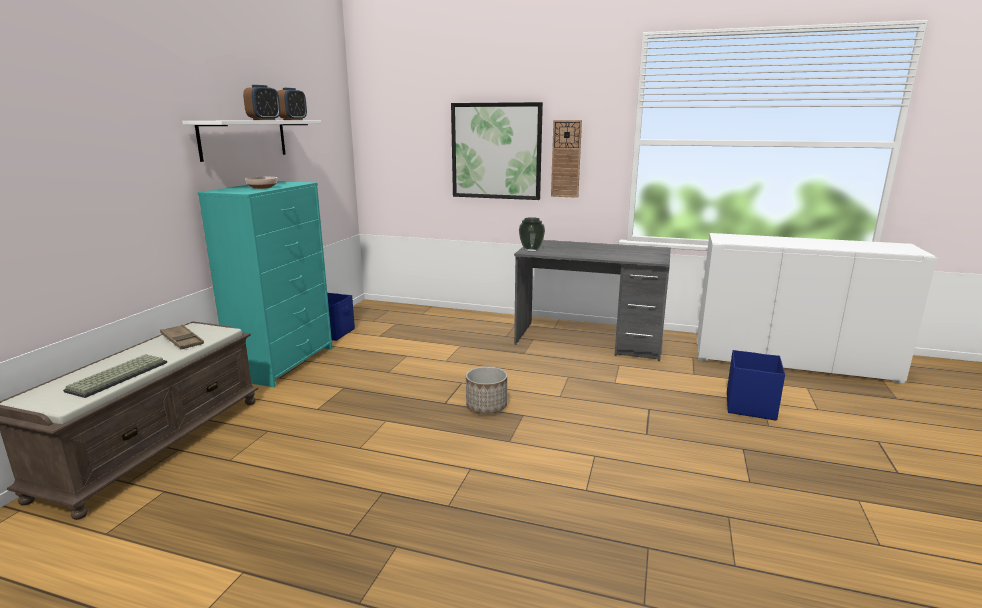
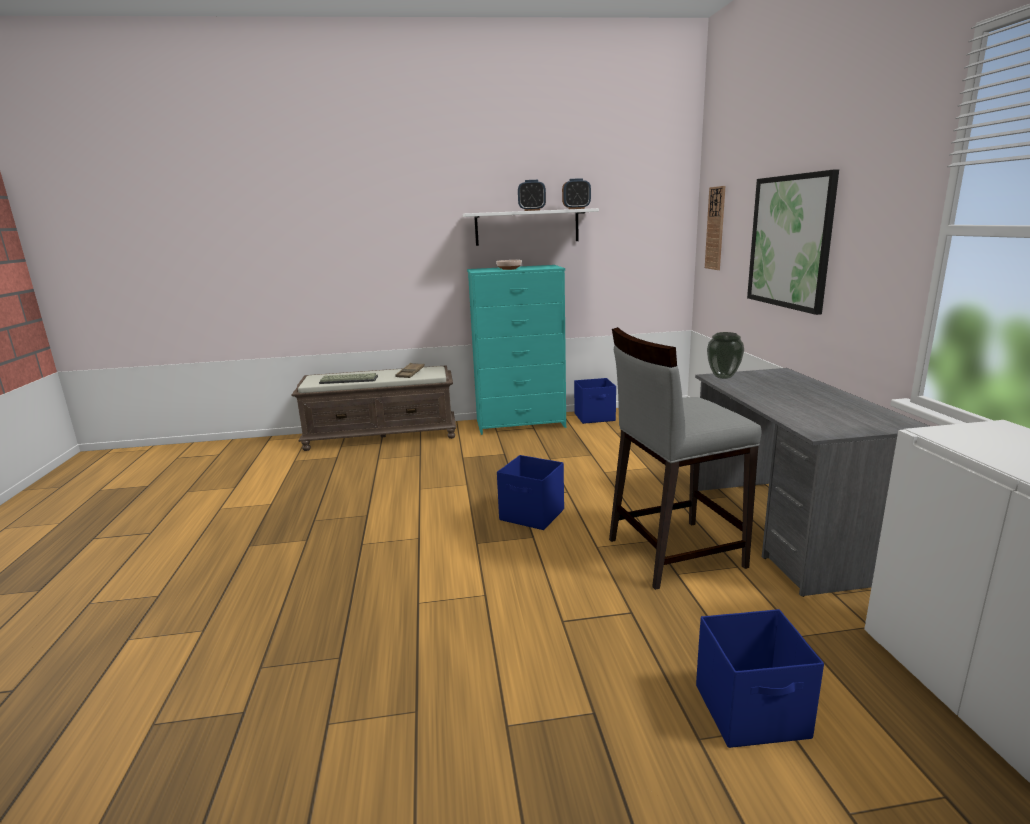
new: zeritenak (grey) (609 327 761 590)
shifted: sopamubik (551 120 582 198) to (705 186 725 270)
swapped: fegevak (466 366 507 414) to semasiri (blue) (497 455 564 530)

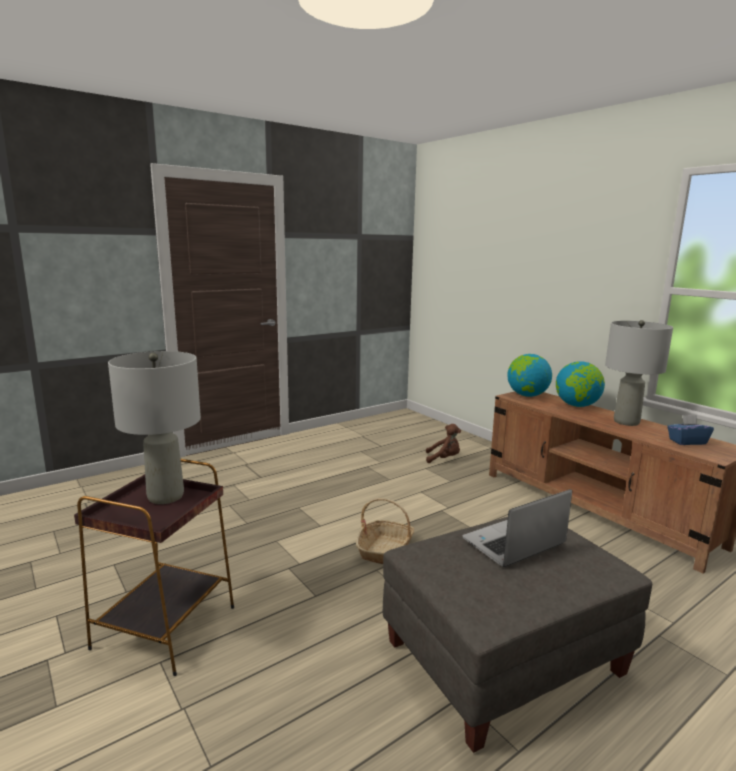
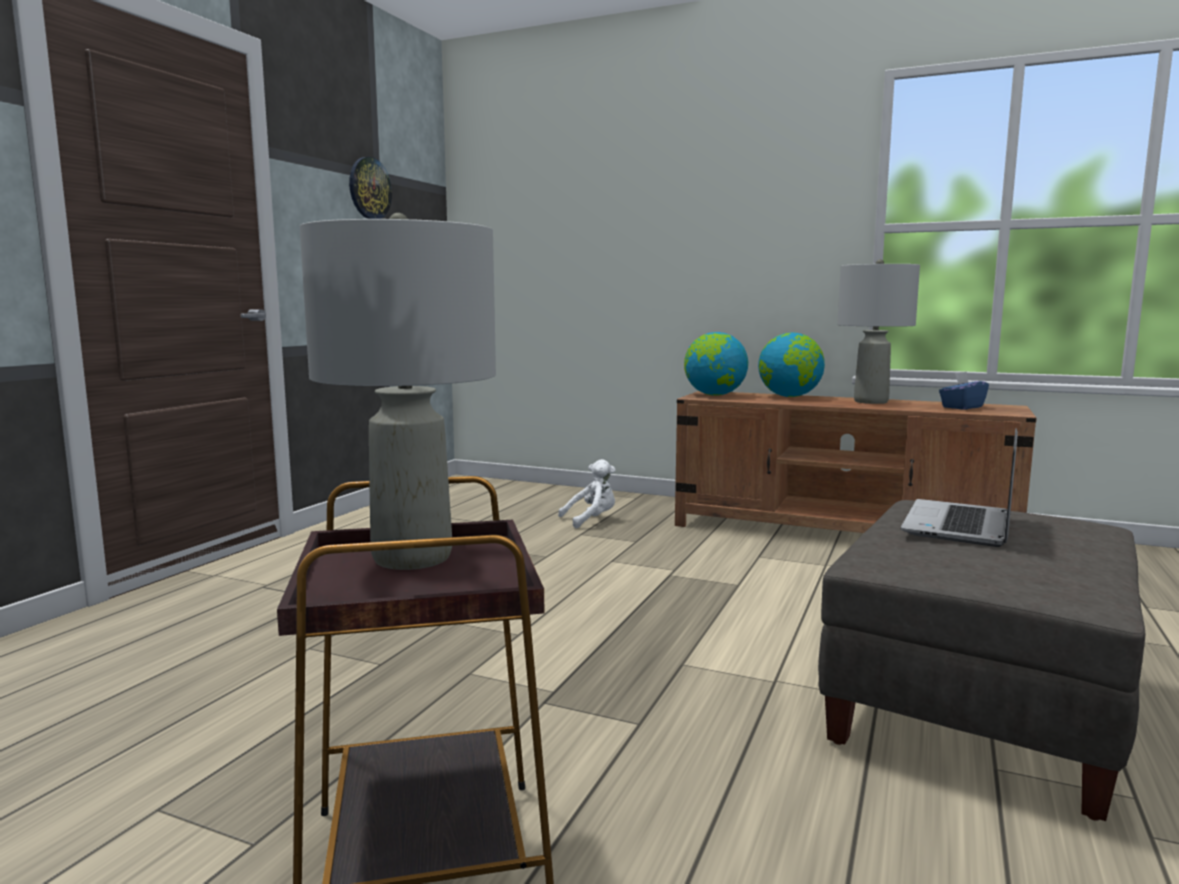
gone: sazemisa (356 498 414 564)
new: sopamubik (349 157 392 219)
repainted: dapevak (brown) (426 424 461 463) to dapevak (white) (558 459 615 528)

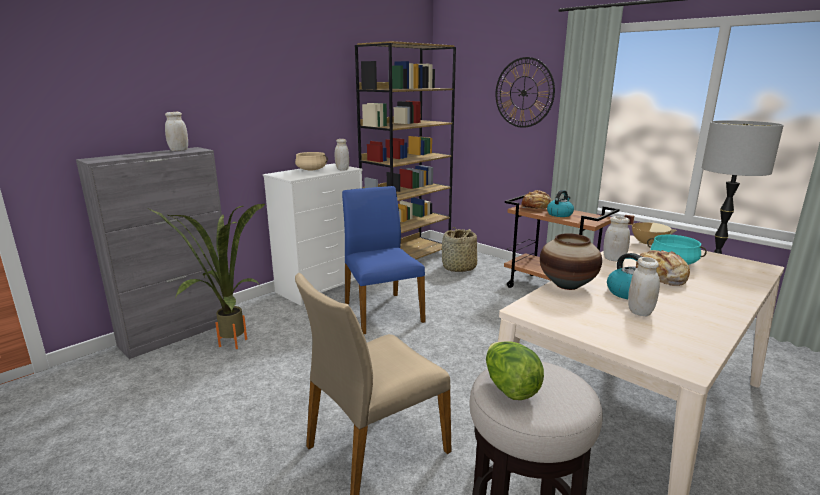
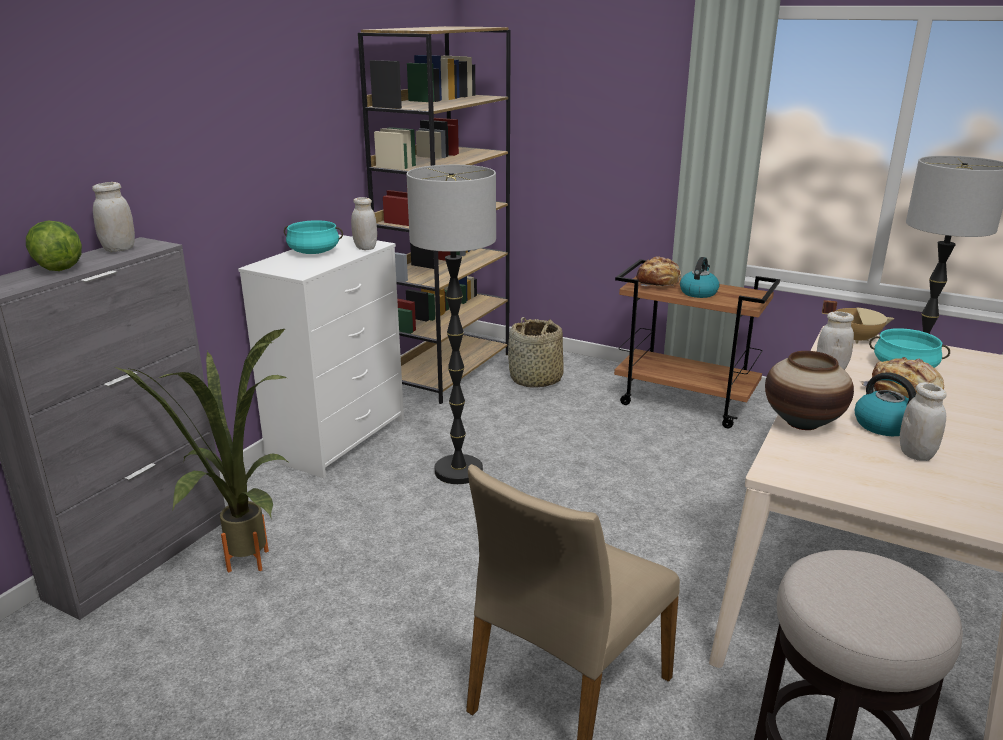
gone: sopamubik (495 57 555 128)
shifted: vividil (486 342 544 400) to (26 221 82 271)
swapped: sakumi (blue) (342 186 426 334) to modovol (407 165 496 484)
repainted: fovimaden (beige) (295 152 328 170) to fovimaden (turquoise) (284 220 343 254)

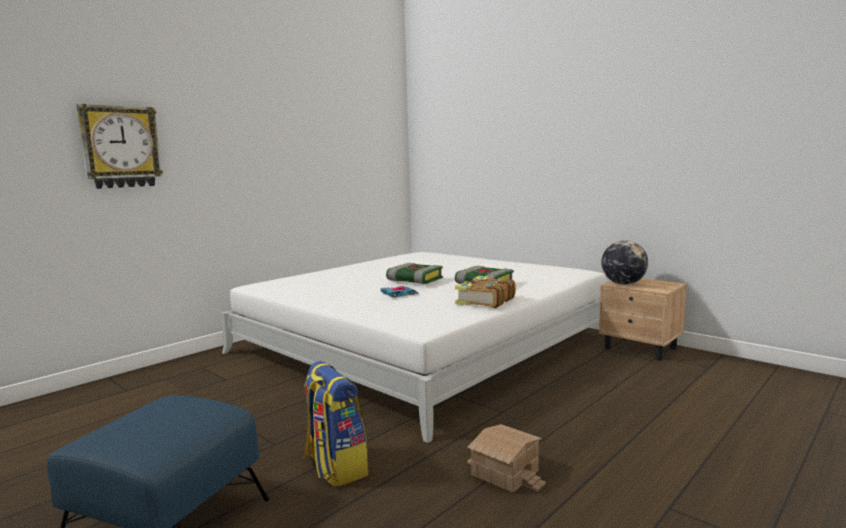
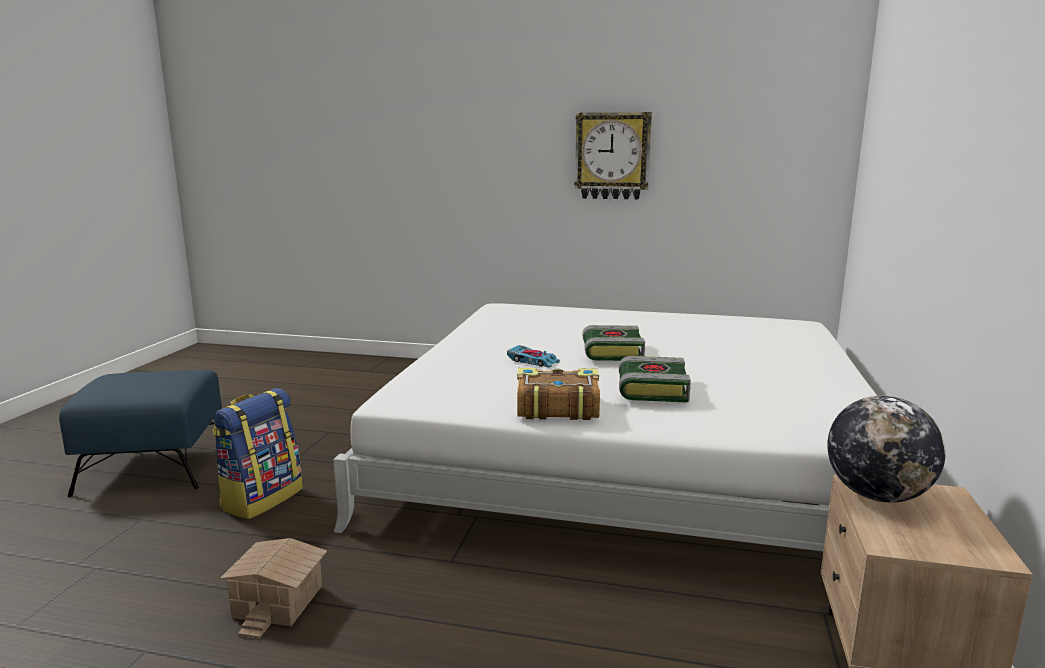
shifted: sopamubik (77 104 163 189) to (574 112 652 200)

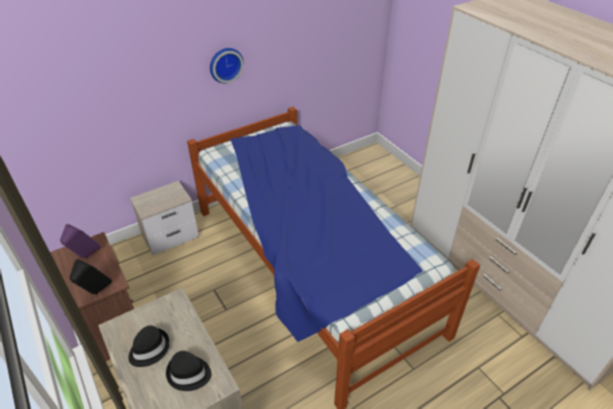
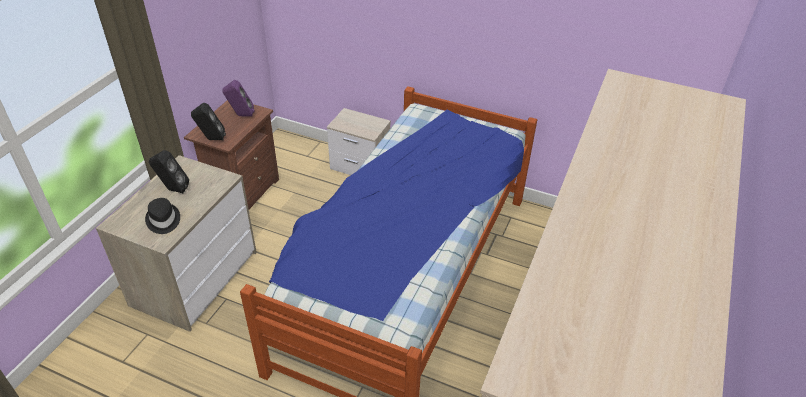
gone: sopamubik (210 48 244 83)
swapped: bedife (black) (128 326 170 367) to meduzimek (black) (149 150 189 193)

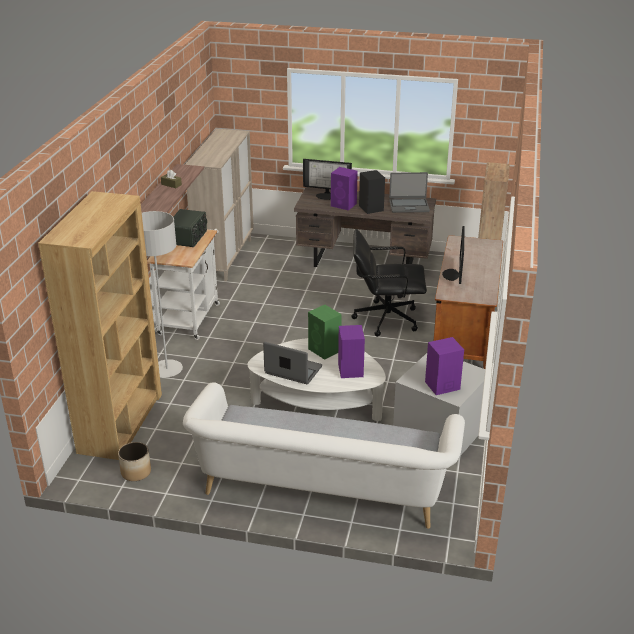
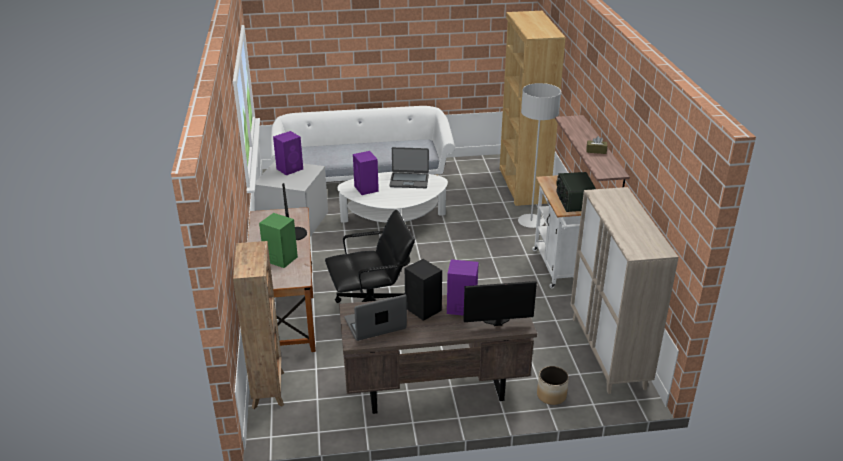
shifted: meduzimek (green) (308 305 342 360) to (259 213 298 268); fegevak (118 442 151 481) to (537 366 569 405)

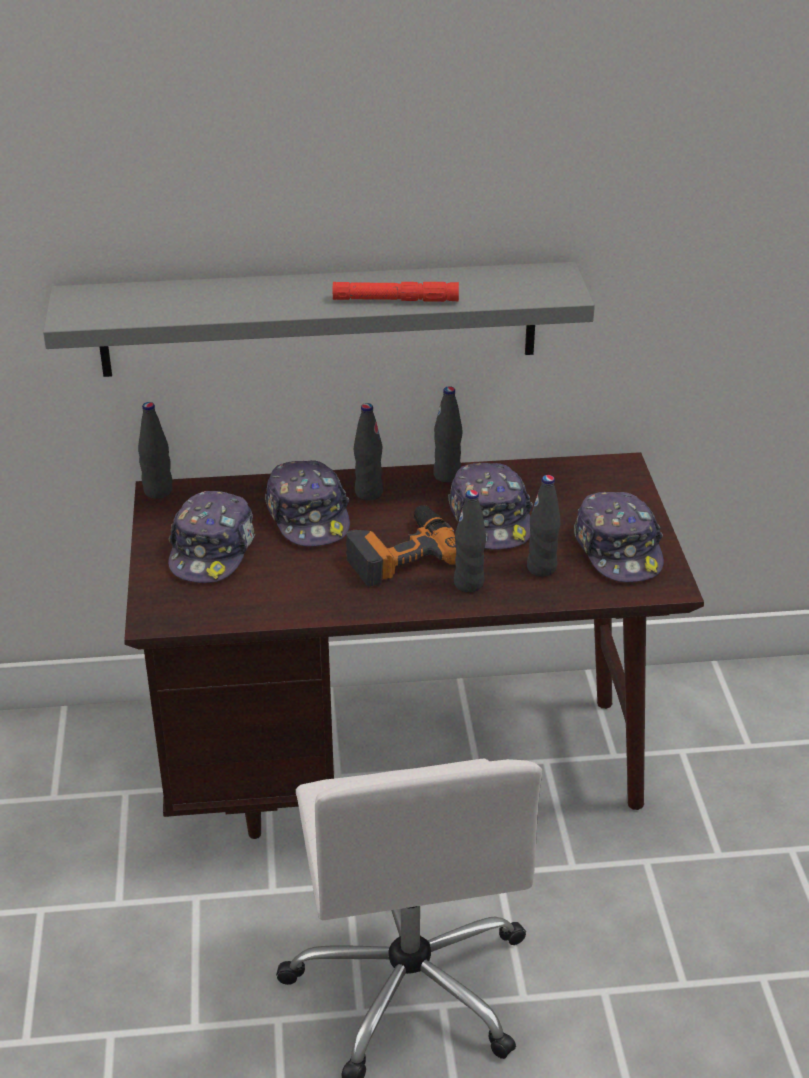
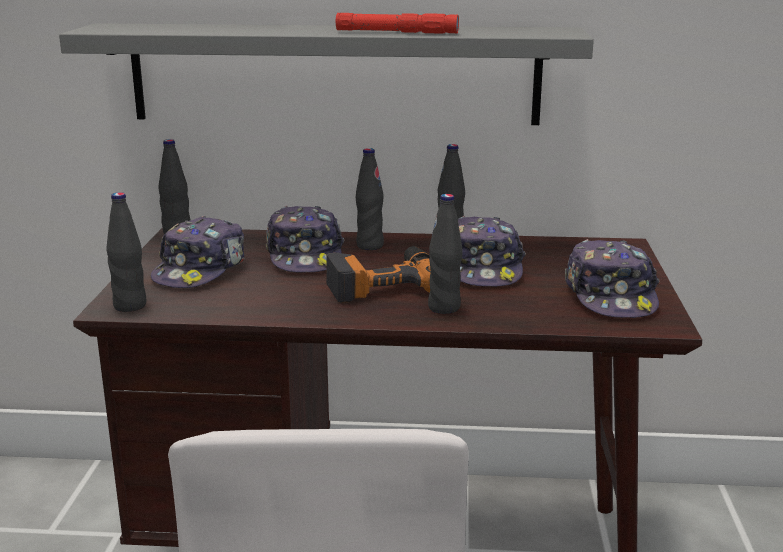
shifted: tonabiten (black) (527 475 561 577) to (106 192 146 312)

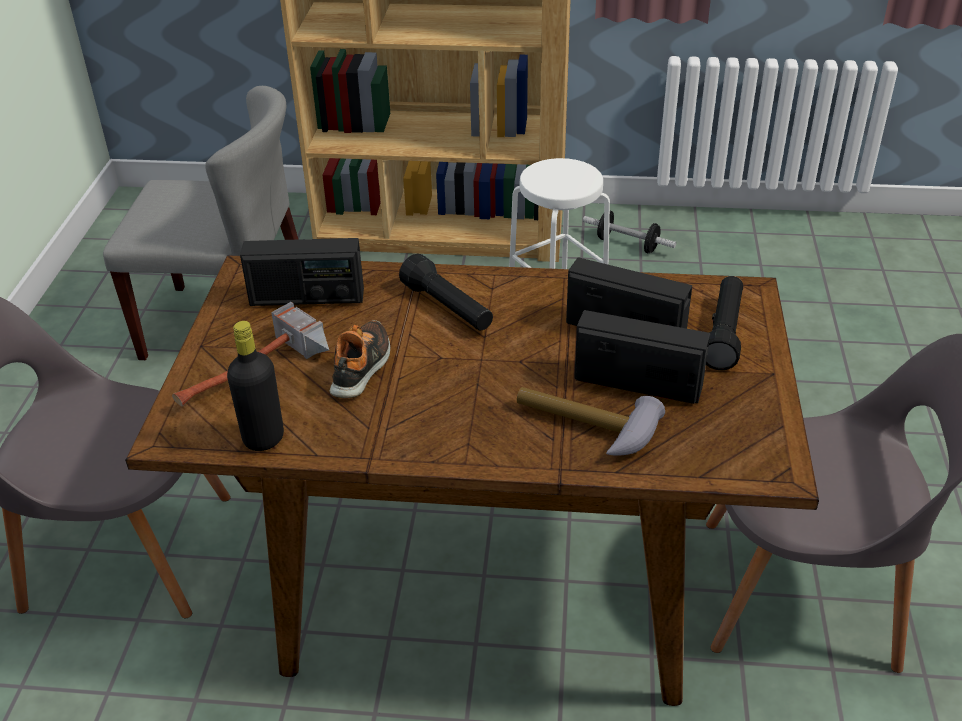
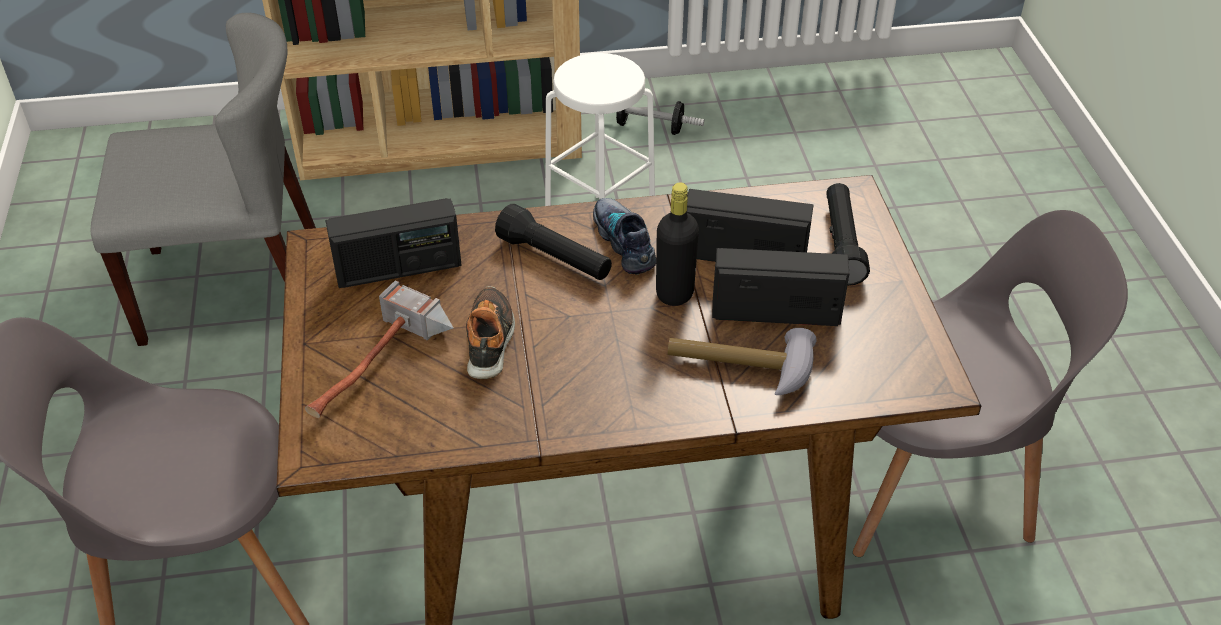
new: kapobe (593 198 656 274)
shifted: tonabiten (black) (227 321 284 451) to (656 183 699 306)

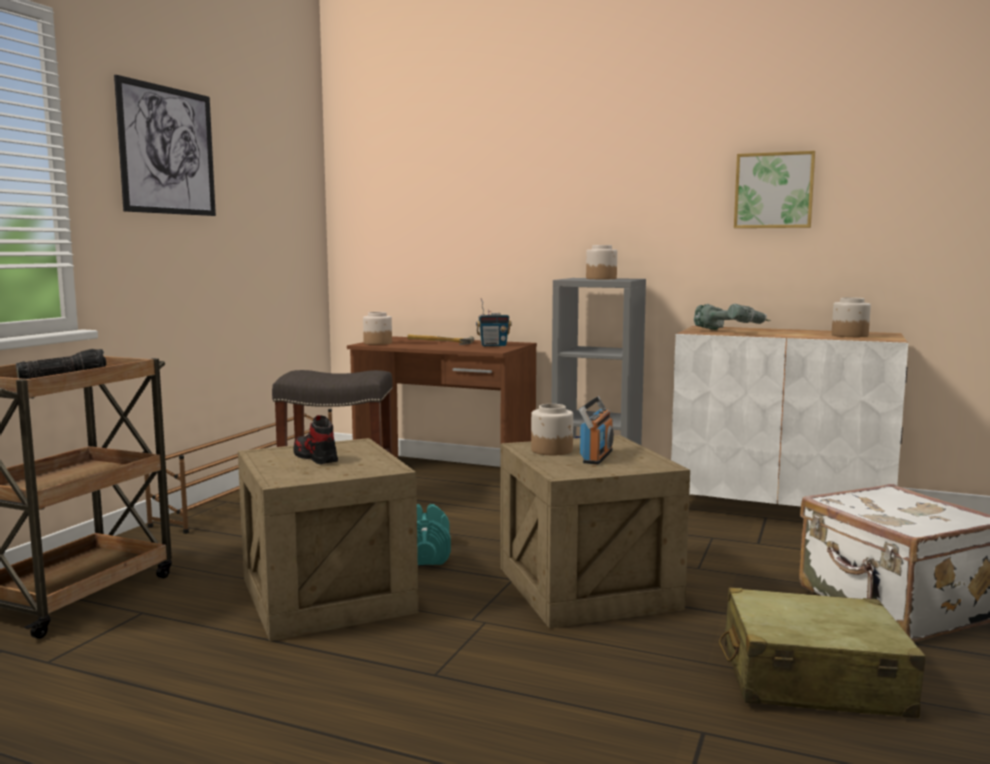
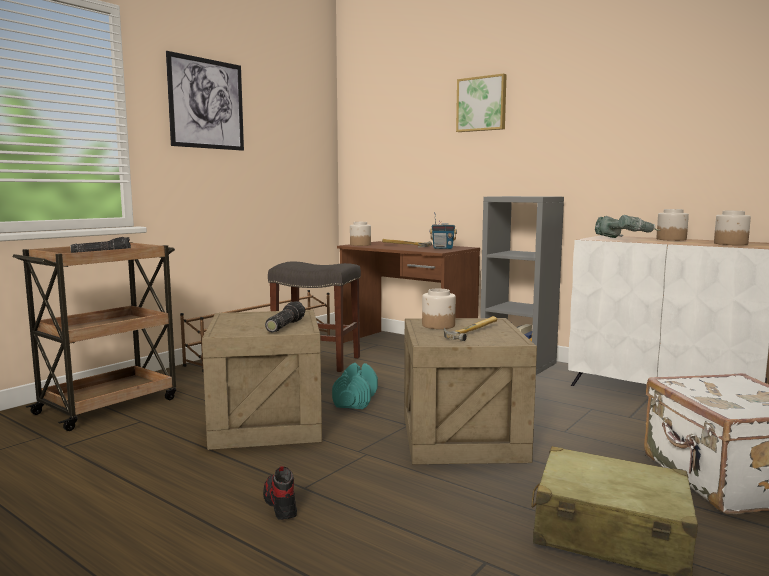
new: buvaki (265 301 305 332)
shifted: kapobe (293 415 338 464) to (263 466 297 520); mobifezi (734 151 815 228) to (456 73 507 132); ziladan (586 245 617 279) to (656 209 689 241)
swapped: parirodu (579 396 614 465) to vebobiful (444 316 497 341)

